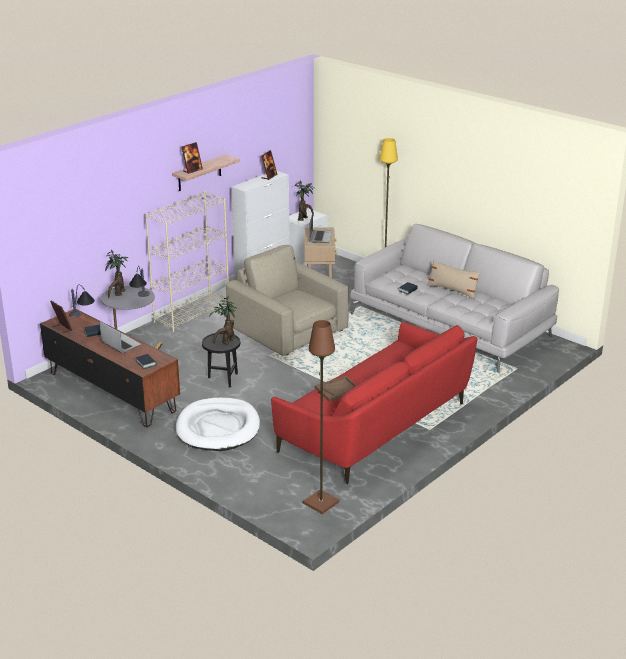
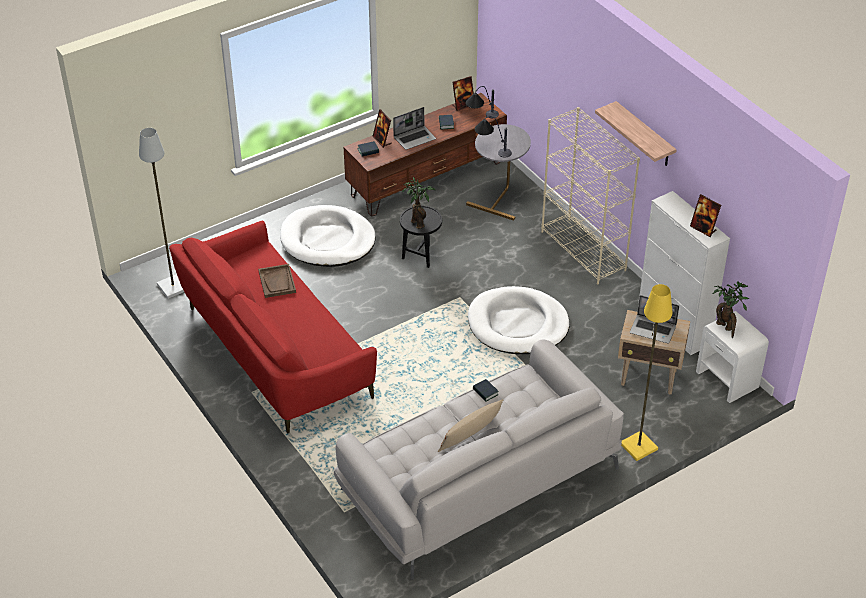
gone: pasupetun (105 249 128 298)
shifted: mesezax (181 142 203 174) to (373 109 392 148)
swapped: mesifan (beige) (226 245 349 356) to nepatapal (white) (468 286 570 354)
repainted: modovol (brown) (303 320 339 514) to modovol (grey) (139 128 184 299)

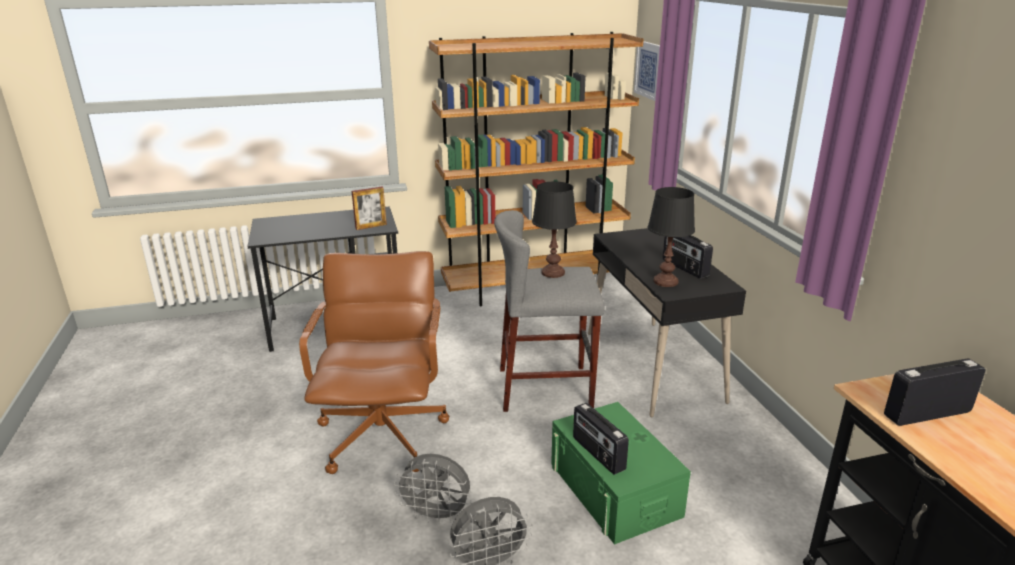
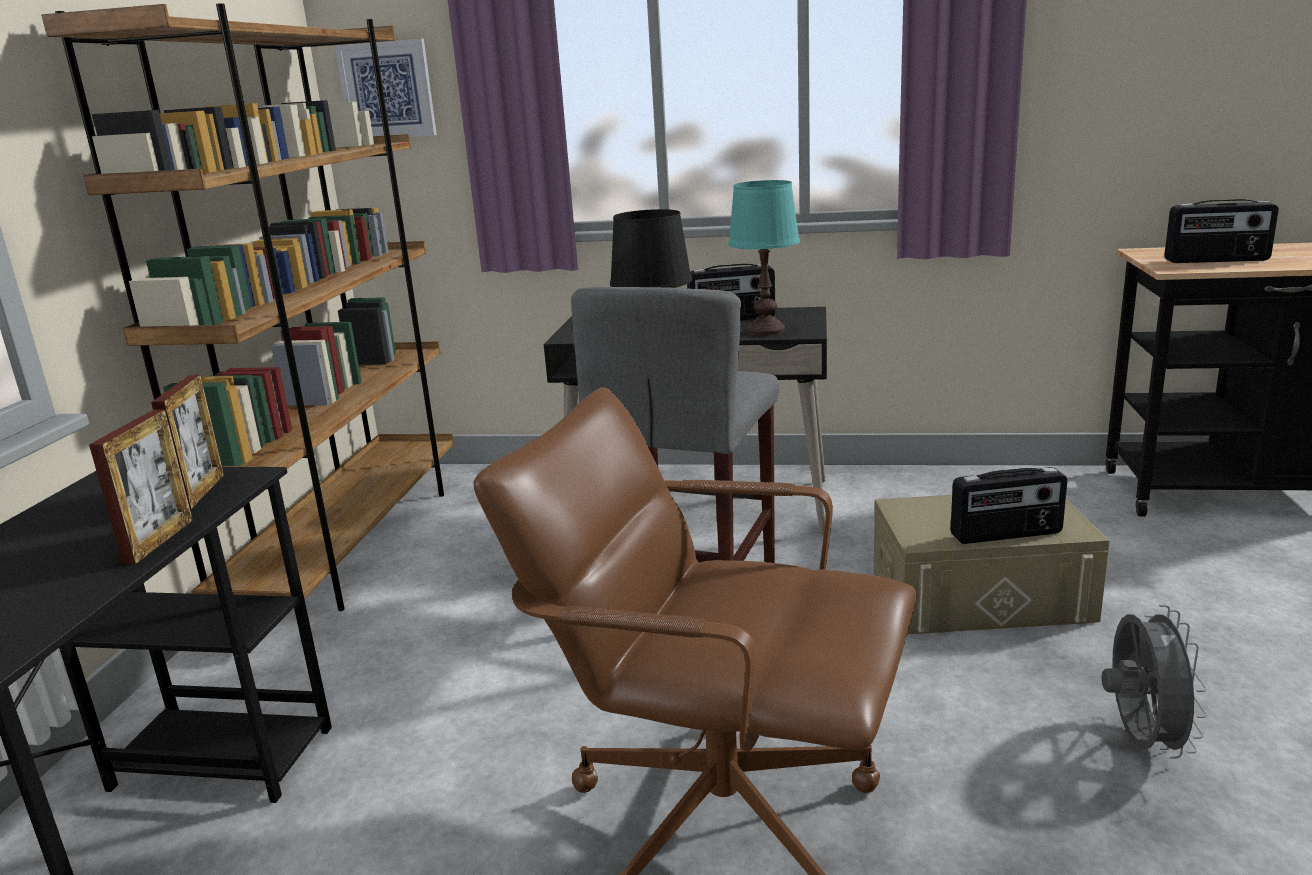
gone: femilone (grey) (394 454 471 524)
new: mesezax (89 410 193 564)
repainted: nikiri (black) (648 187 695 287) to nikiri (turquoise) (728 180 800 336); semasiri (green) (551 402 691 545) to semasiri (beige) (874 495 1109 634)
rotated: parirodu (884 358 986 426) = (1164 199 1279 263) 90 degrees counterclockwise

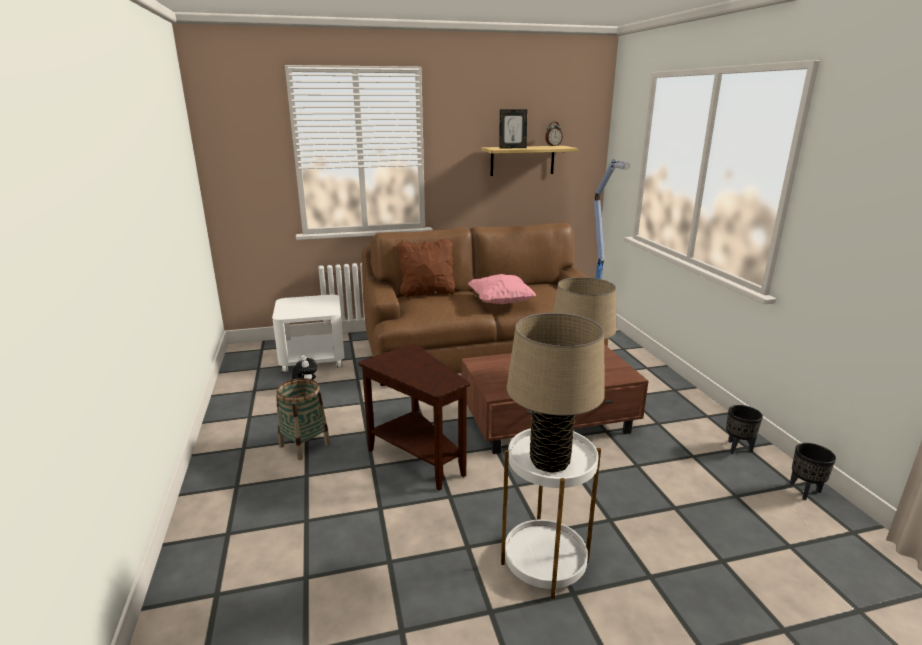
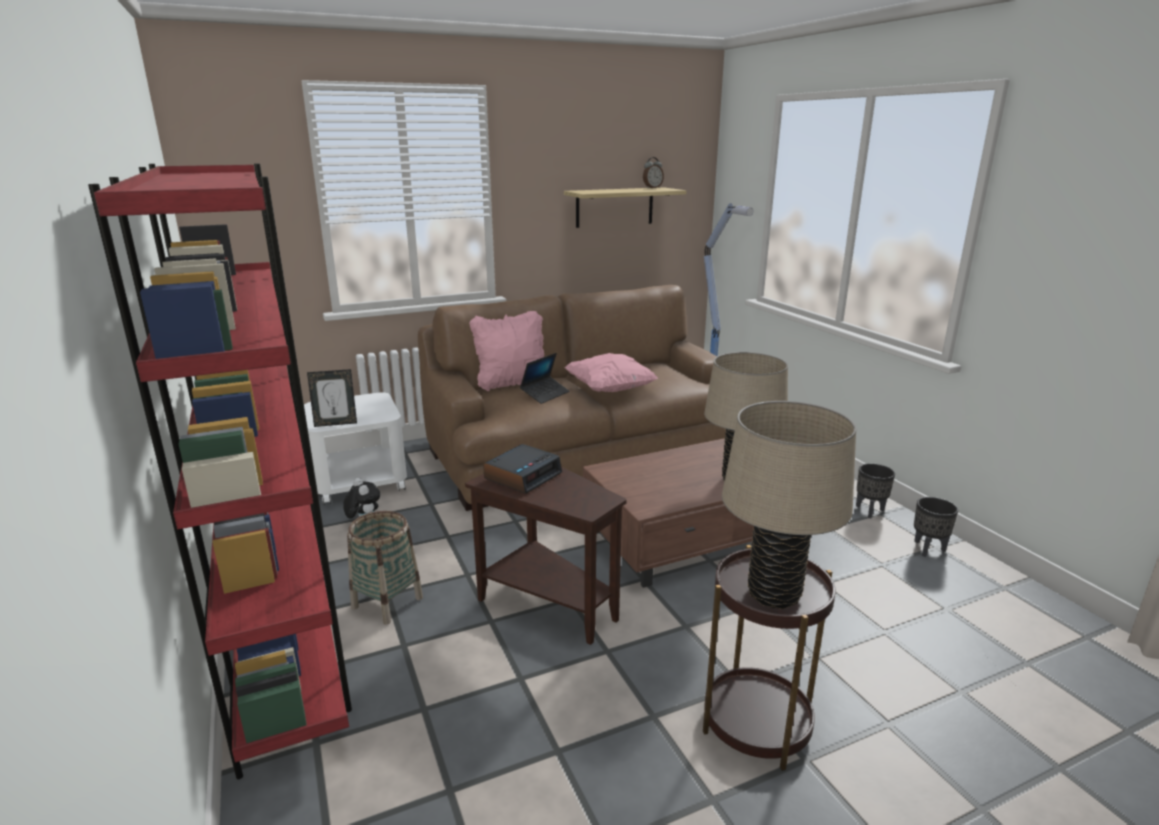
new: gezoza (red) (88 164 352 779); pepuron (483 444 562 494); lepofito (520 353 569 404)
shifted: mesezax (499 109 527 148) to (307 369 357 427); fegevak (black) (790 443 836 500) to (856 463 895 518)
repainted: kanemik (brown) (397 239 455 298) to kanemik (pink) (469 311 544 391); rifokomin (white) (501 428 601 599) to rifokomin (brown) (703 545 836 771)

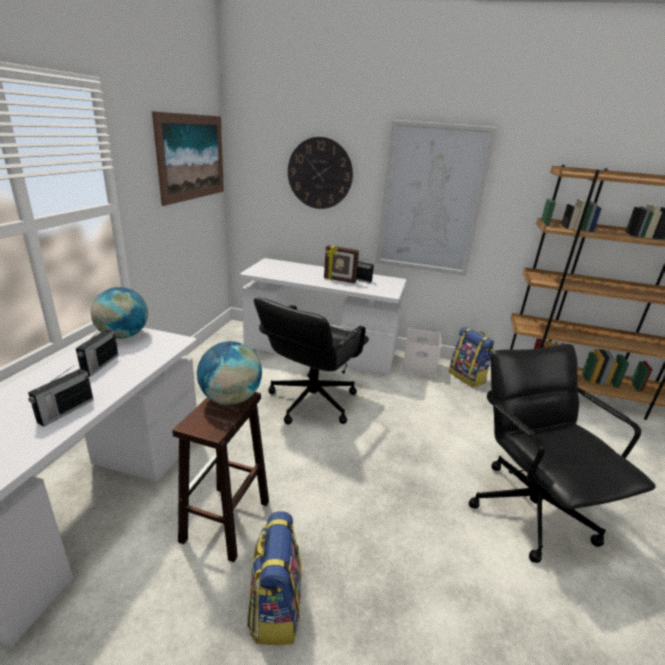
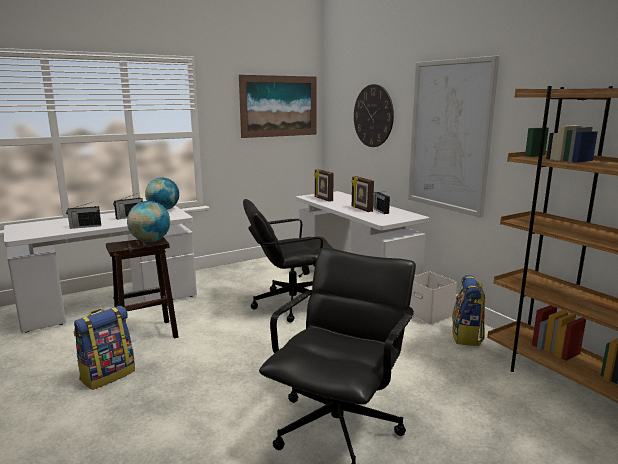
new: mesezax (314 169 334 202)

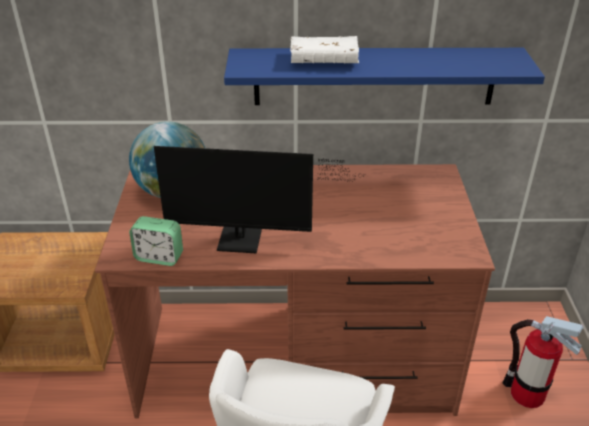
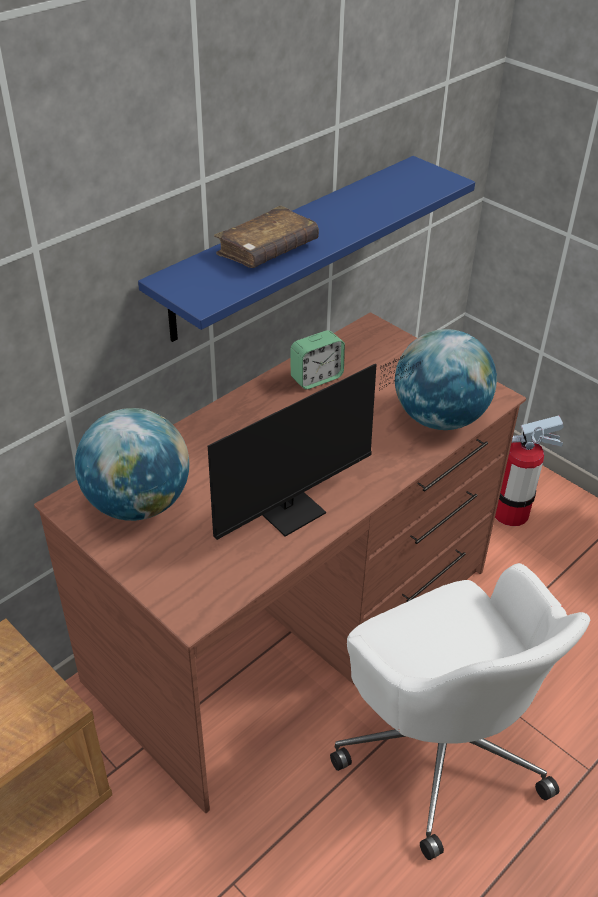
new: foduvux (395 329 497 430)
shifted: pepuron (129 216 183 266) to (290 330 345 389)
repainted: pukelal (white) (290 36 359 63) to pukelal (brown) (214 206 319 268)

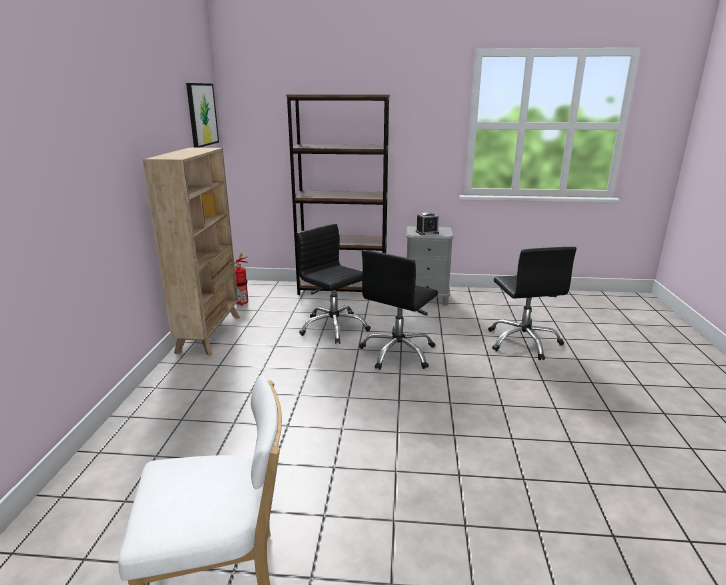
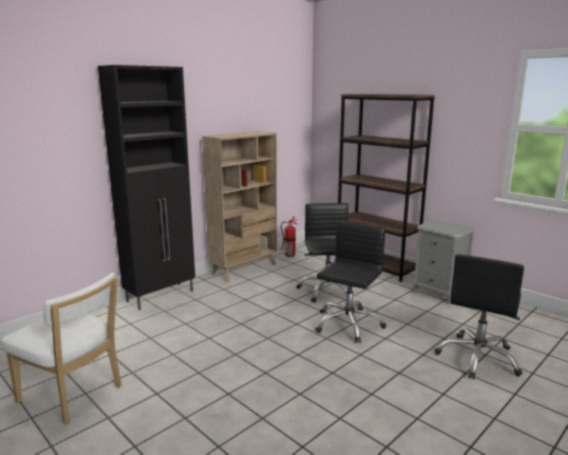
gone: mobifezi (186 83 219 148); pepuron (416 212 439 235)
new: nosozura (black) (98 65 195 310)
rotated: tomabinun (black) (359 250 438 370) = (315 221 386 343) 135 degrees clockwise

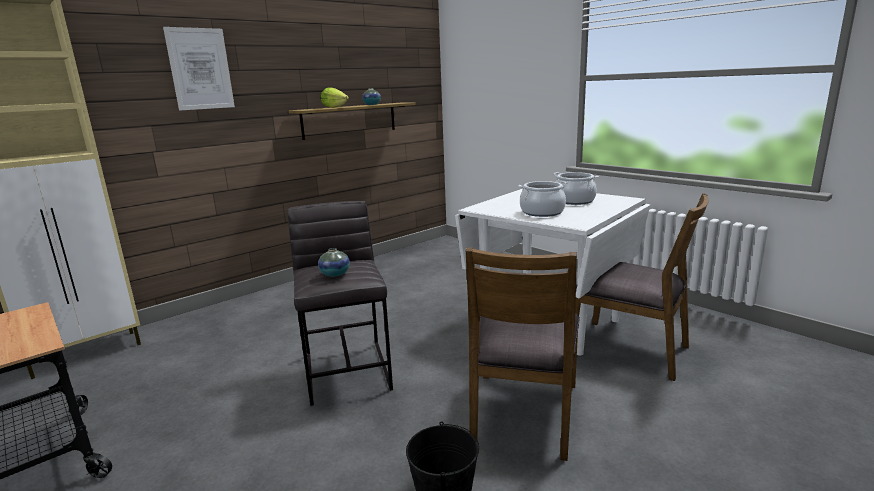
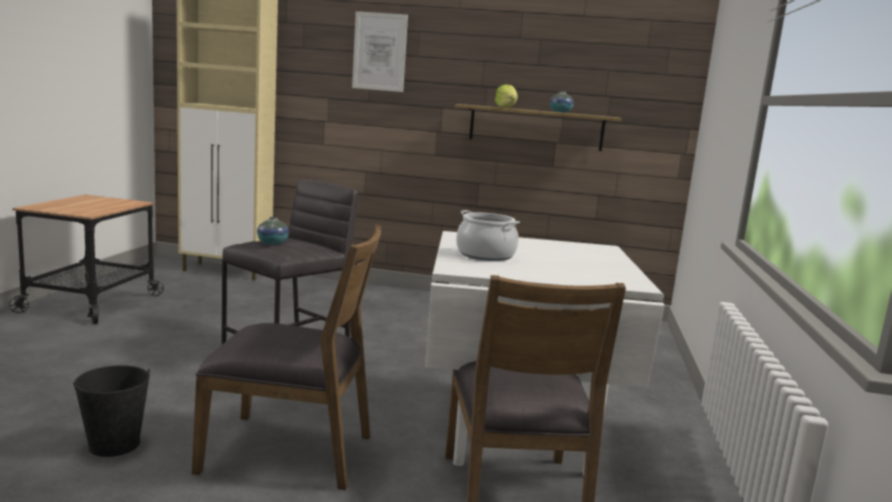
gone: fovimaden (554 172 599 205)
rotated: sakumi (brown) (466 247 580 461) = (192 224 382 490) 150 degrees counterclockwise

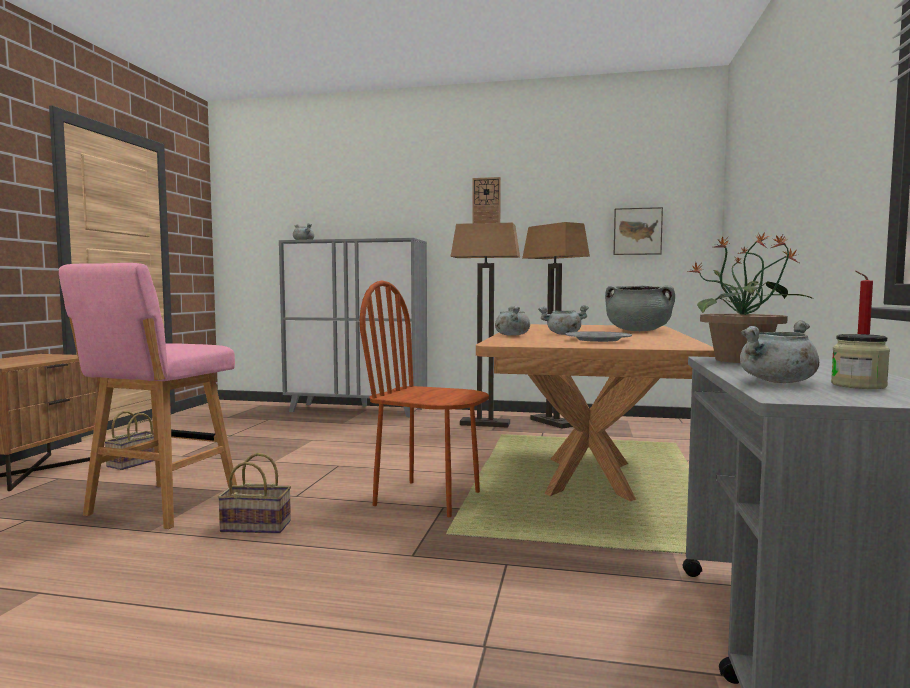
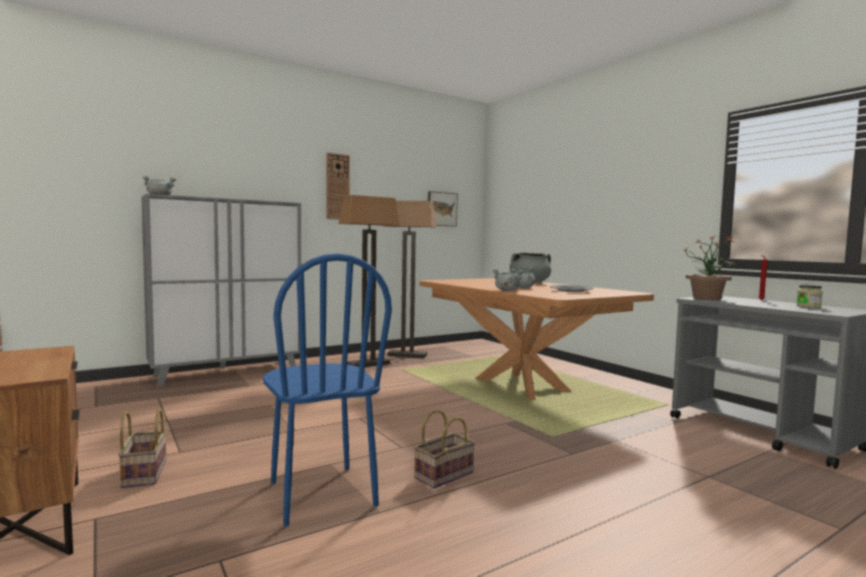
gone: sakumi (brown) (360 281 489 517); fovimaden (grey) (740 320 819 383)
swapped: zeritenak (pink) (59 263 237 529) to sakumi (blue) (263 253 392 526)

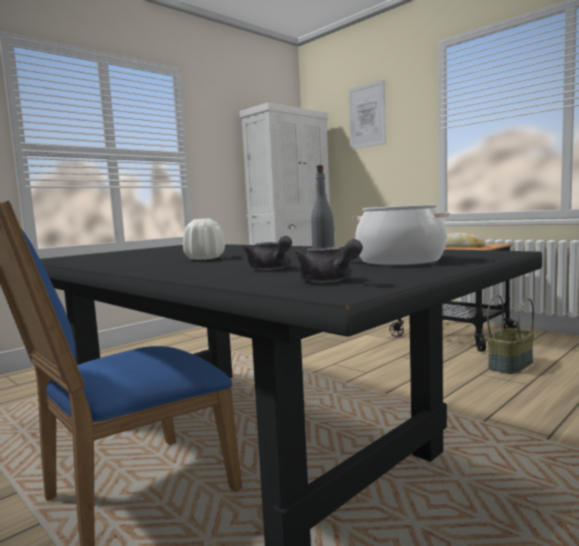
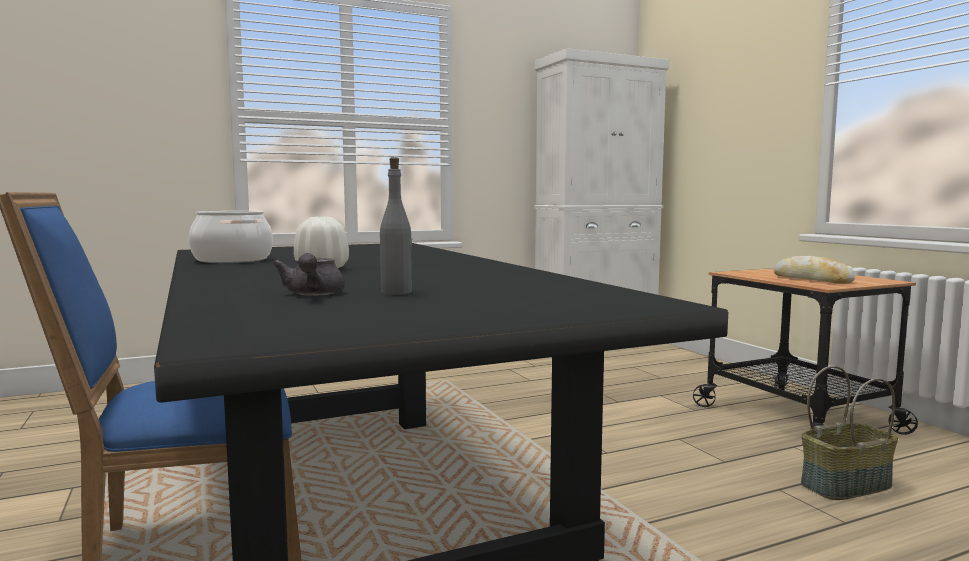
gone: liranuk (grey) (295 239 363 283); mobifezi (348 80 386 150)
shifted: fovimaden (353 204 450 265) to (189 211 273 263)

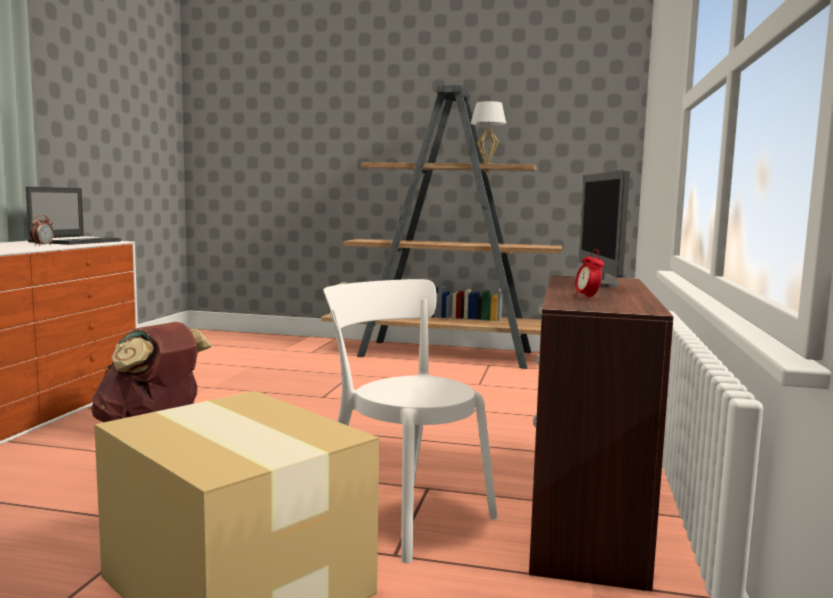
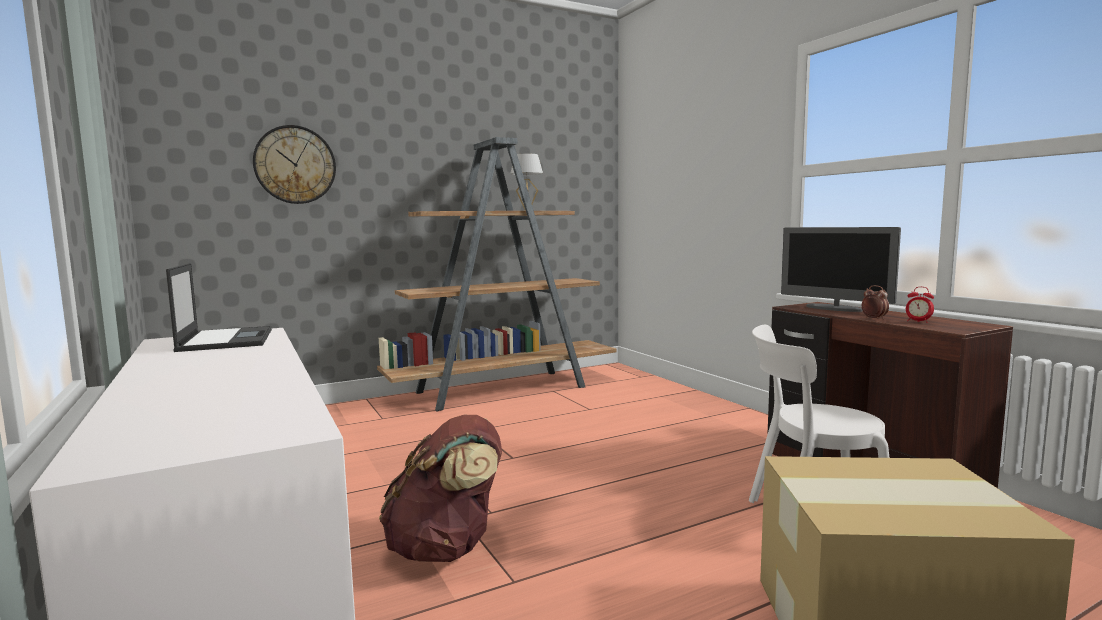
new: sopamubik (253 125 336 204)
shifted: pepuron (30 215 54 246) to (862 285 889 320)

